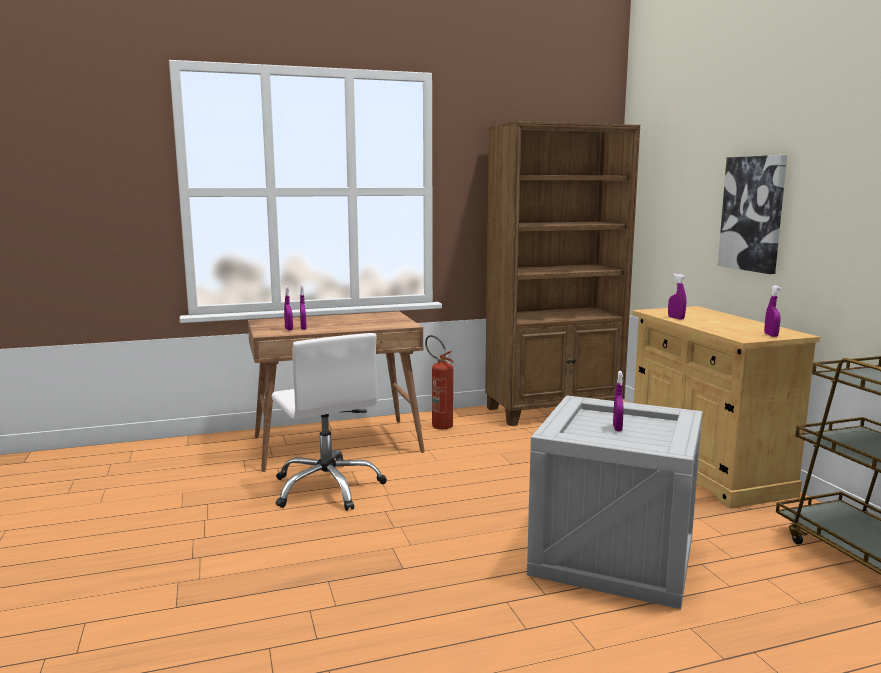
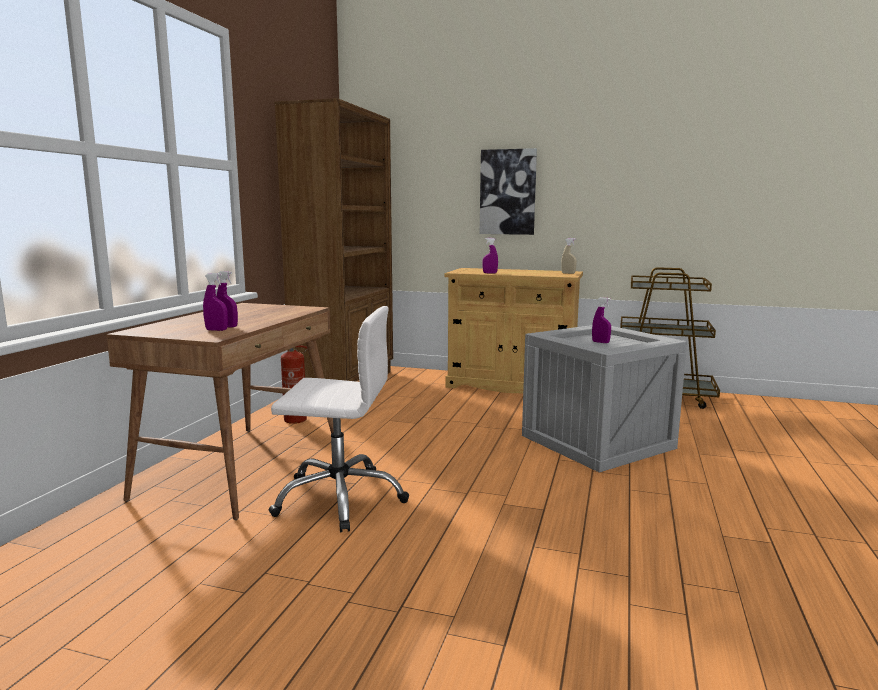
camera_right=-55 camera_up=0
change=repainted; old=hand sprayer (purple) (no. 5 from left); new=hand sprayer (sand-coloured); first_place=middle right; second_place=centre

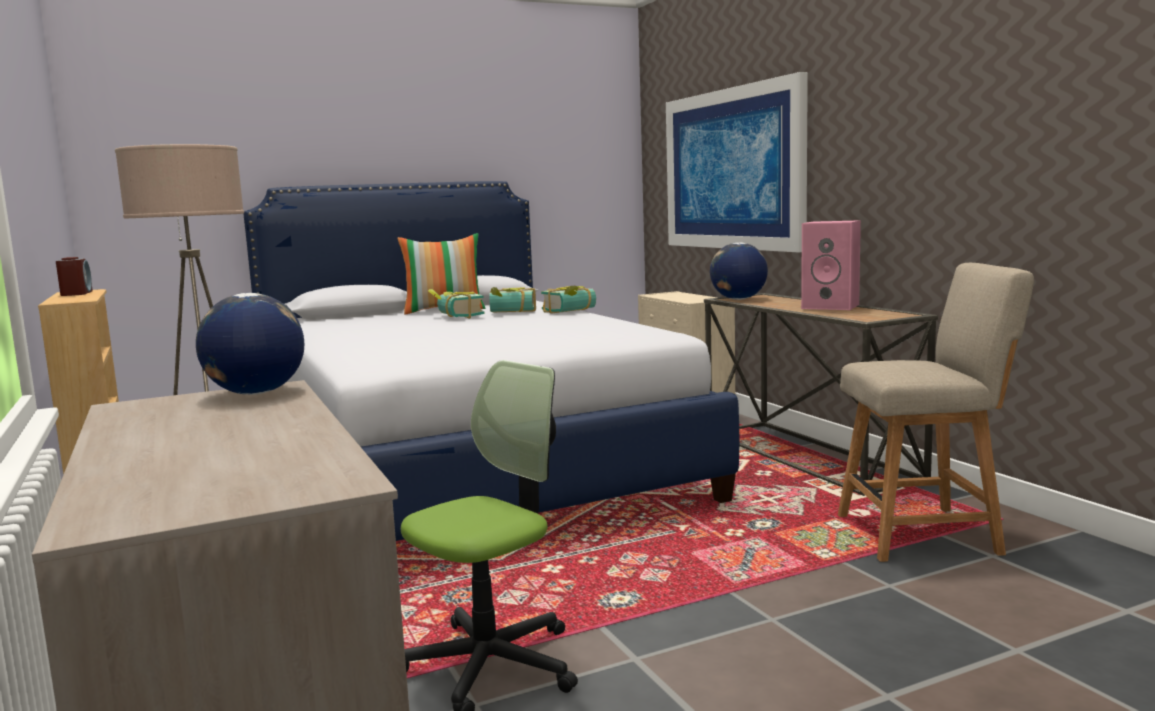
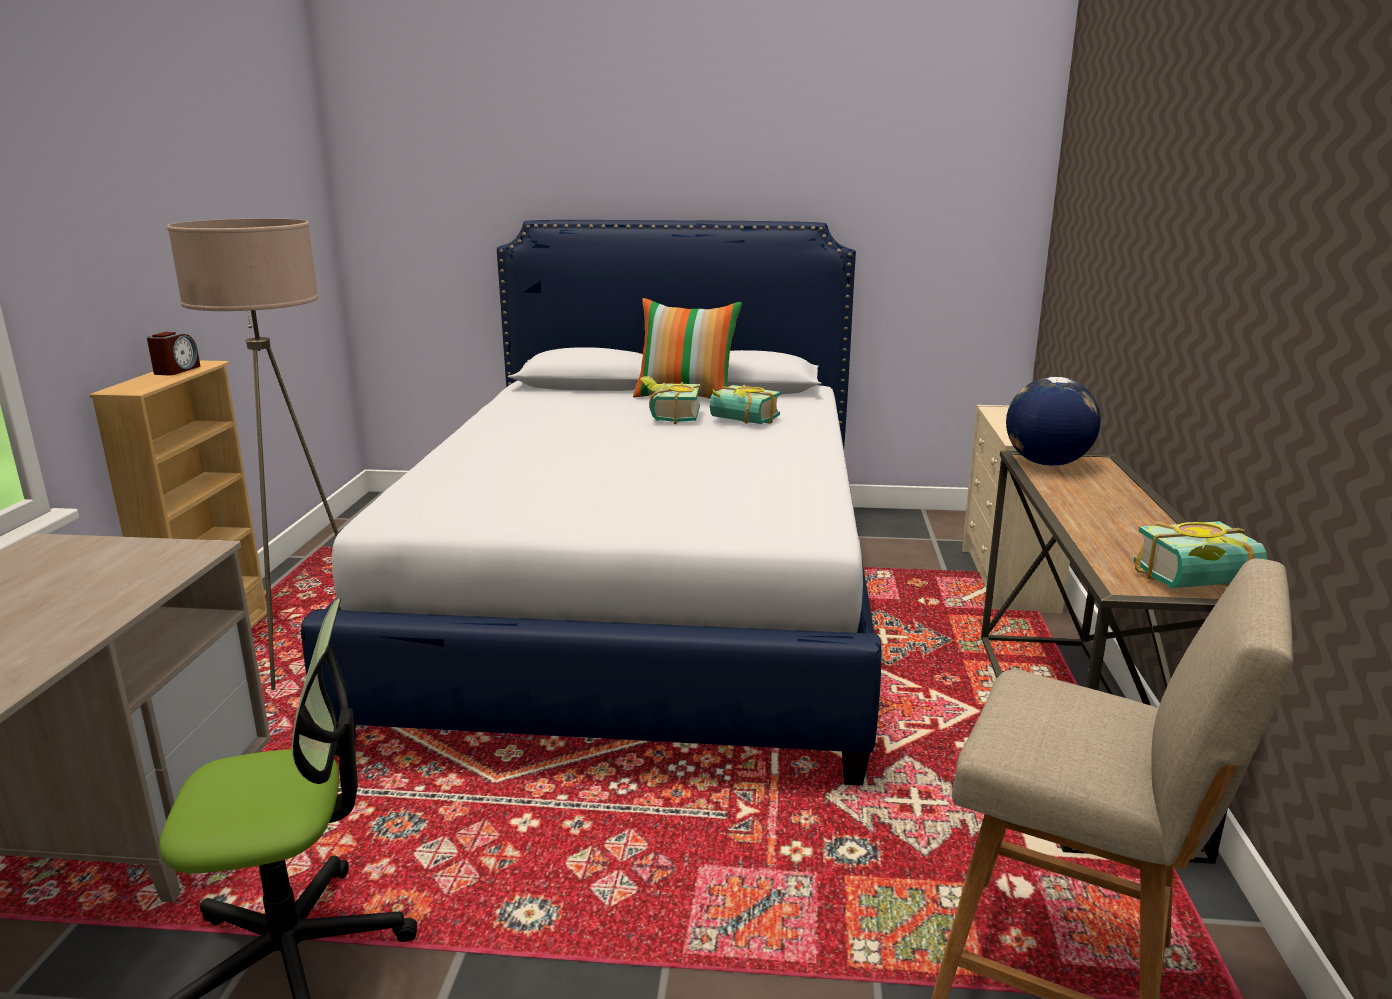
camera_right=30 camera_up=10
change=gone; old=globe (no. 1 from left); first_place=middle left
change=shifted; old=bound book (no. 3 from left); first_place=centre; second_place=middle right
change=gone; old=wall art; first_place=top centre
change=gone; old=loudspeaker (pinkish); first_place=middle right

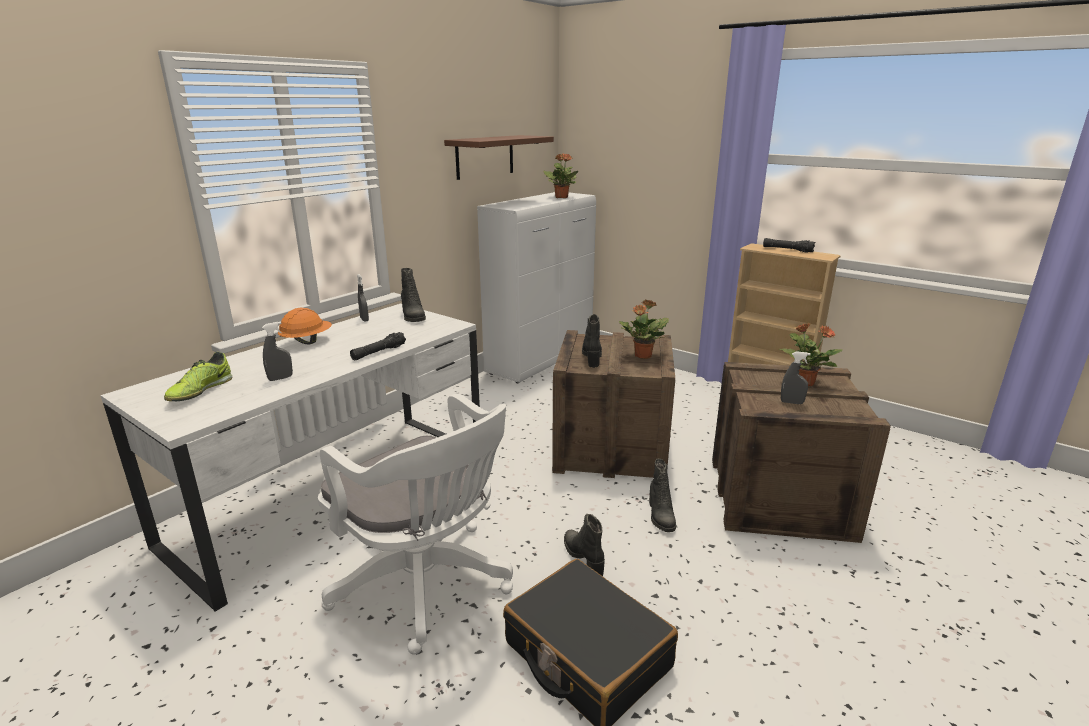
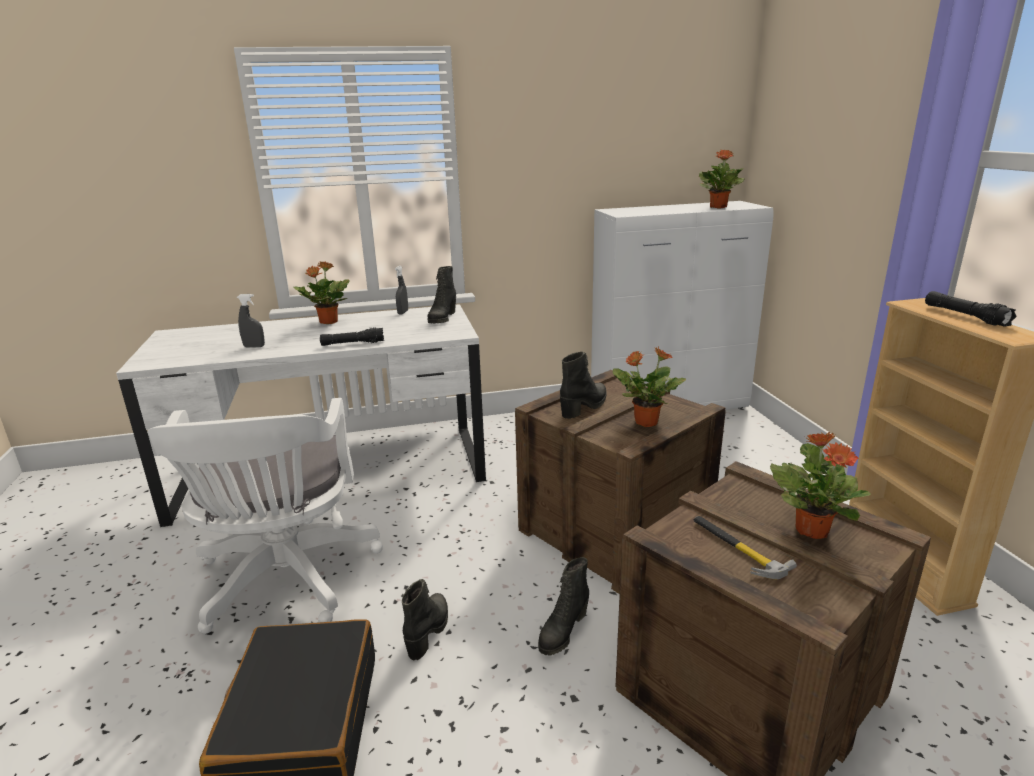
camera_right=40 camera_up=0
change=gone; old=shoe; first_place=middle left
change=swapped; old=safety helmet (orange-coloured); new=houseplant (no. 1 from left); first_place=middle left; second_place=middle left
change=gone; old=bracket shelf (brown); first_place=top centre
change=swapped; old=hand sprayer (gray) (no. 3 from left); new=tool hammer; first_place=middle right; second_place=bottom right

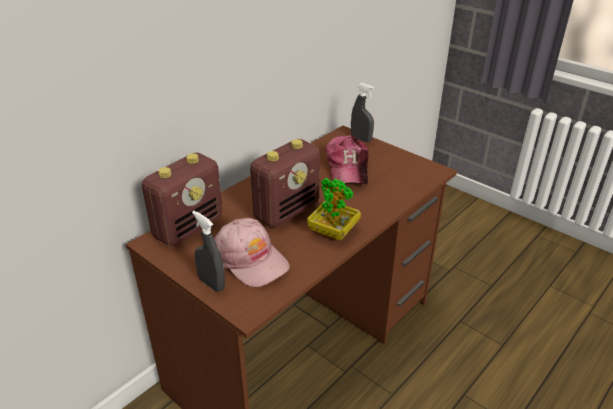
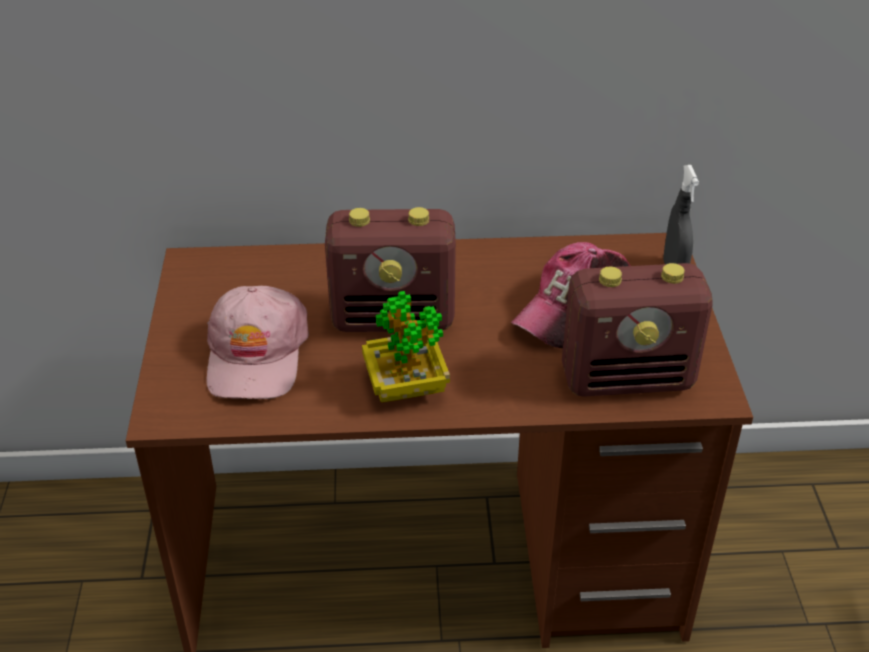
camera_right=45 camera_up=5
change=shifted; old=radio (no. 1 from left in the first image); new=radio (no. 2 from left); first_place=middle left; second_place=middle right
change=gone; old=hand sprayer (gray) (no. 1 from left); first_place=centre

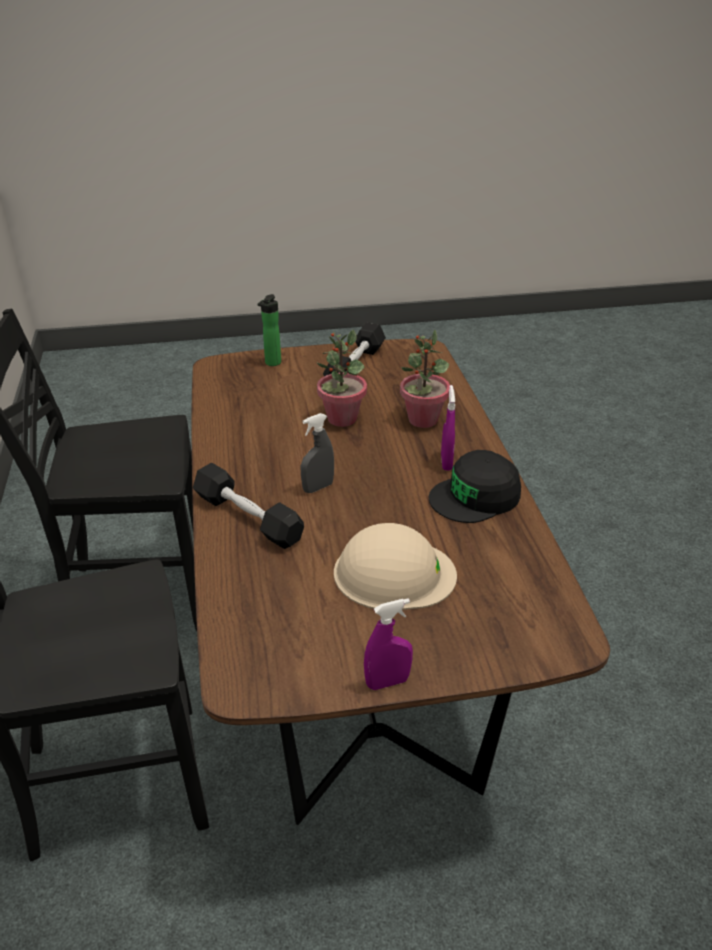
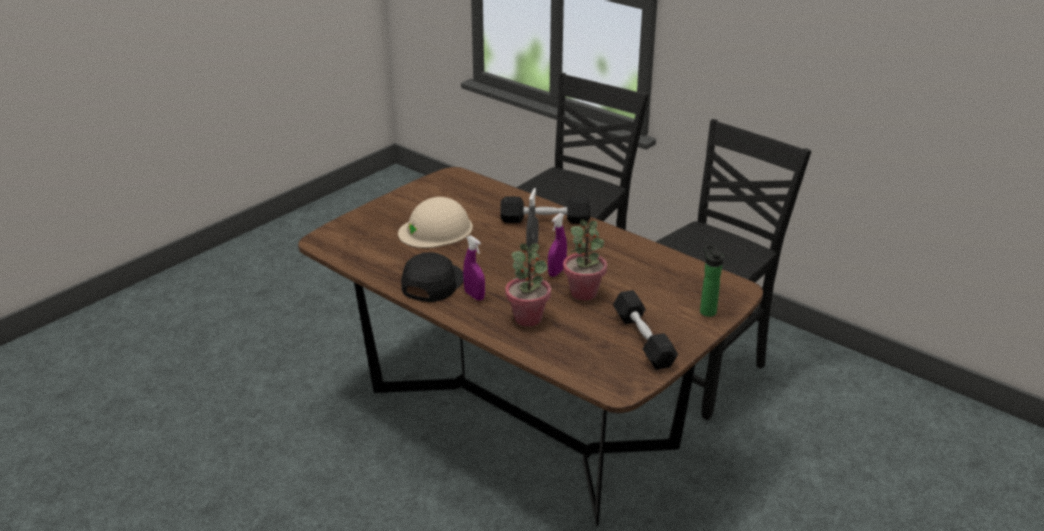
camera_right=140 camera_up=-5
change=shifted; old=hand sprayer (purple) (no. 1 from left in the first image); new=hand sprayer (purple) (no. 2 from left); first_place=bottom centre; second_place=centre

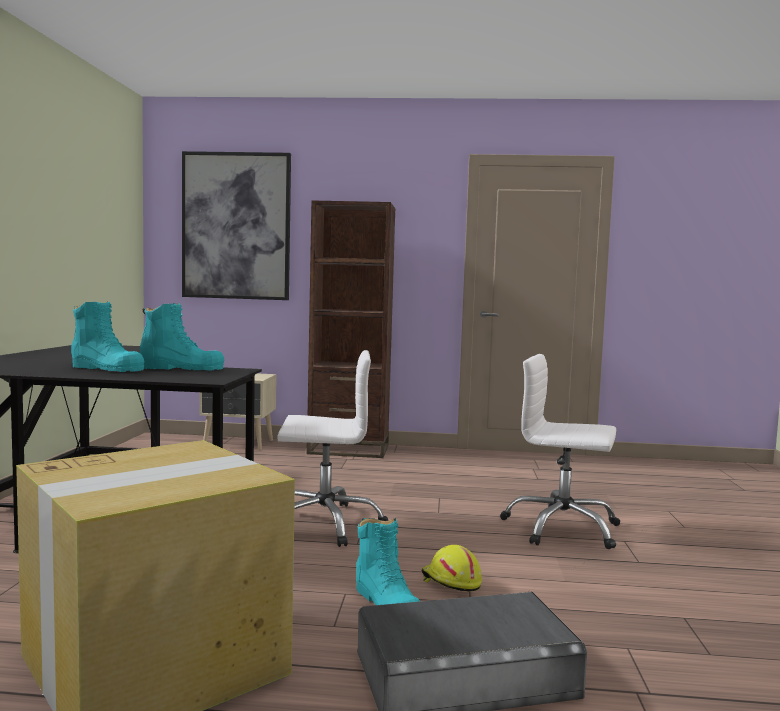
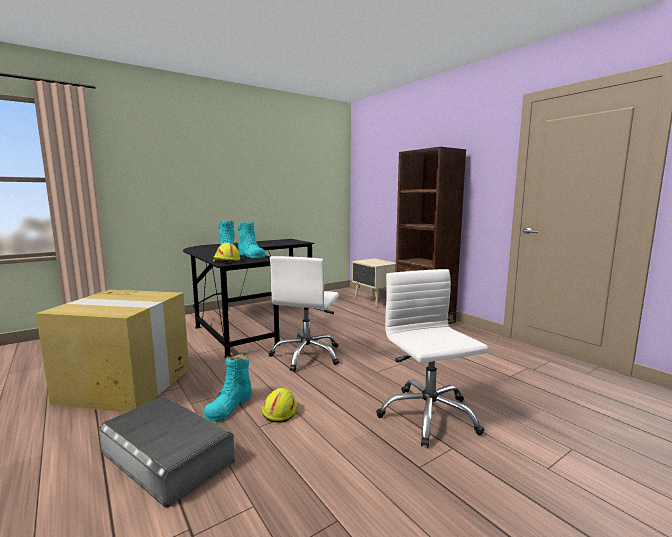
camera_right=50 camera_up=5
change=gone; old=wall art; first_place=top left
change=rotated; old=computer chair (white-coloured) (no. 1 from left); first_place=centre; second_place=centre; degrees=60
change=new; new=safety helmet (yellowish) (no. 1 from left); second_place=centre

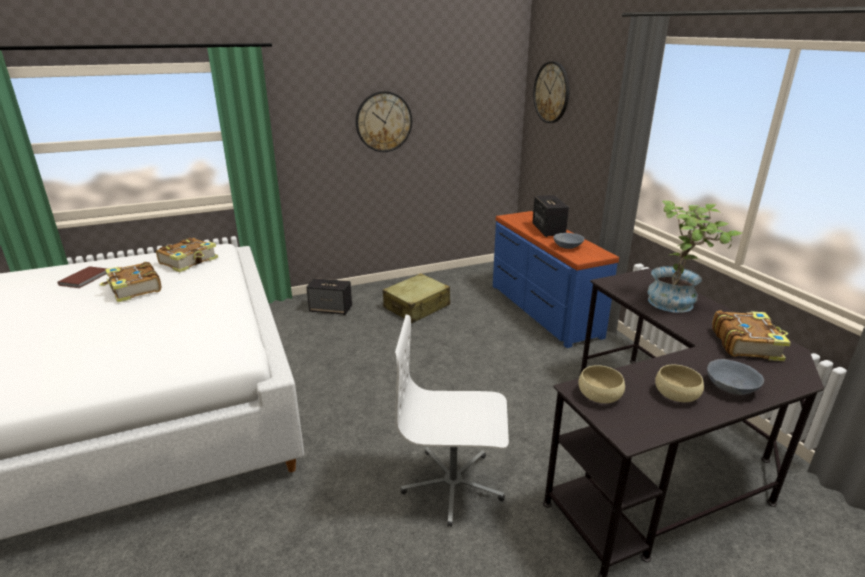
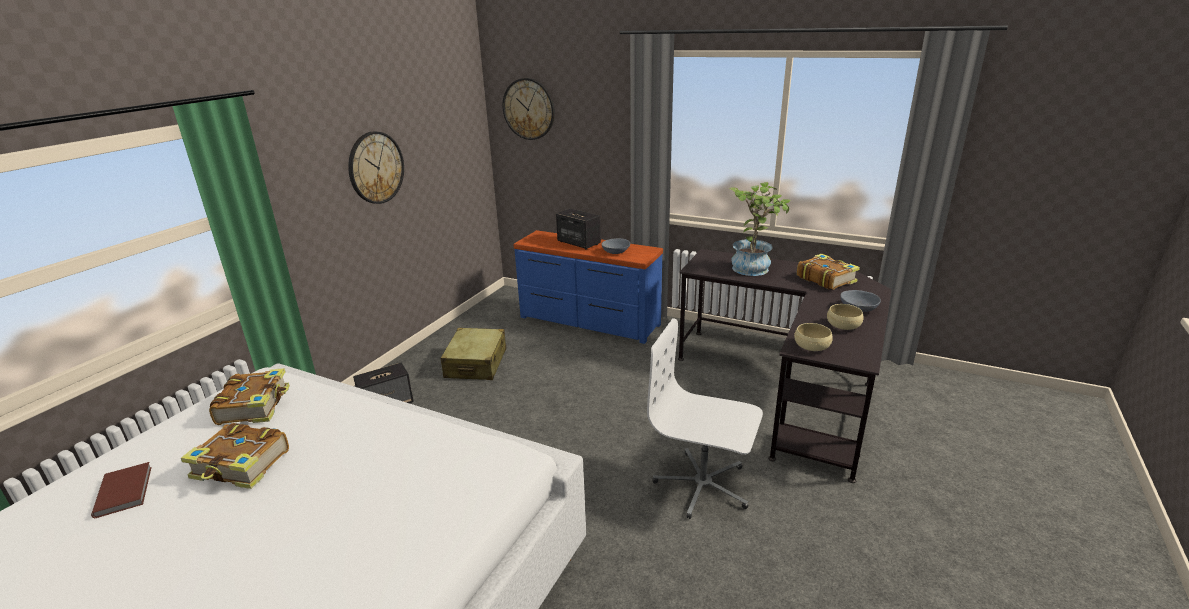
camera_right=-40 camera_up=0
change=rotated; old=computer chair (white-coloured); first_place=bottom centre; second_place=bottom centre; degrees=60

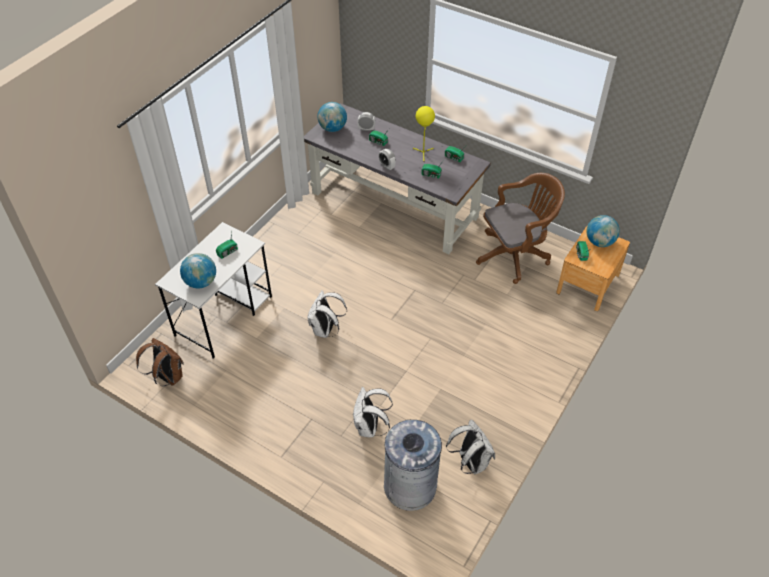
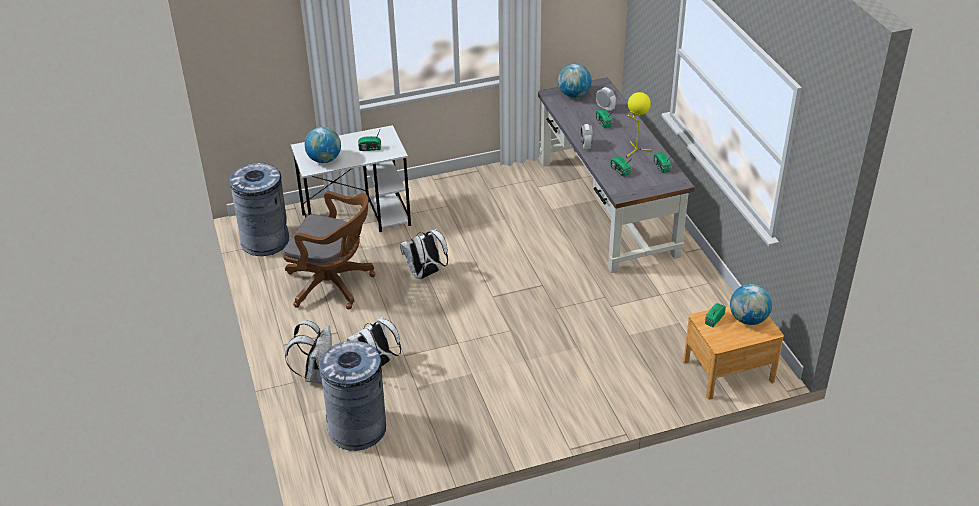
camera_right=40 camera_up=-10
change=swapped; old=knapsack (brown); new=rubbish bin (gray) (no. 1 from left); first_place=middle left; second_place=middle left
change=shifted; old=knapsack (white-coloured) (no. 3 from left in the first image); new=knapsack (white-coloured) (no. 1 from left); first_place=bottom centre; second_place=bottom left
change=shifted; old=computer chair (brown); first_place=middle right; second_place=centre

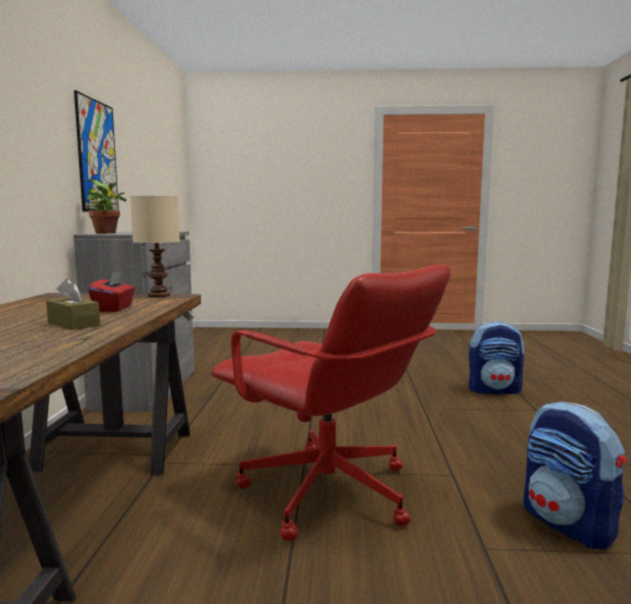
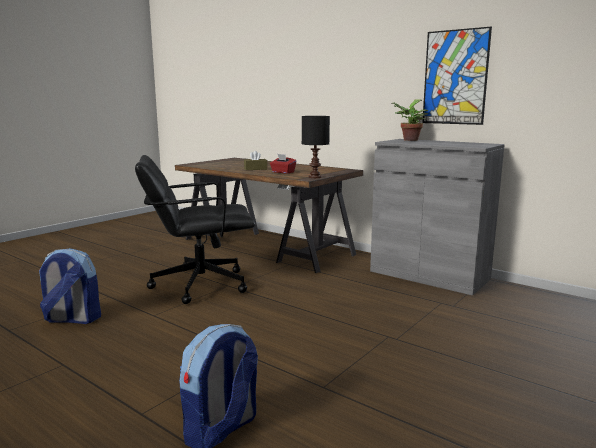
camera_right=125 camera_up=5
change=repainted; old=lamp for a table (sand-coloured); new=lamp for a table (black); first_place=middle left; second_place=top centre
change=repainted; old=computer chair (red); new=computer chair (black); first_place=centre; second_place=middle left

